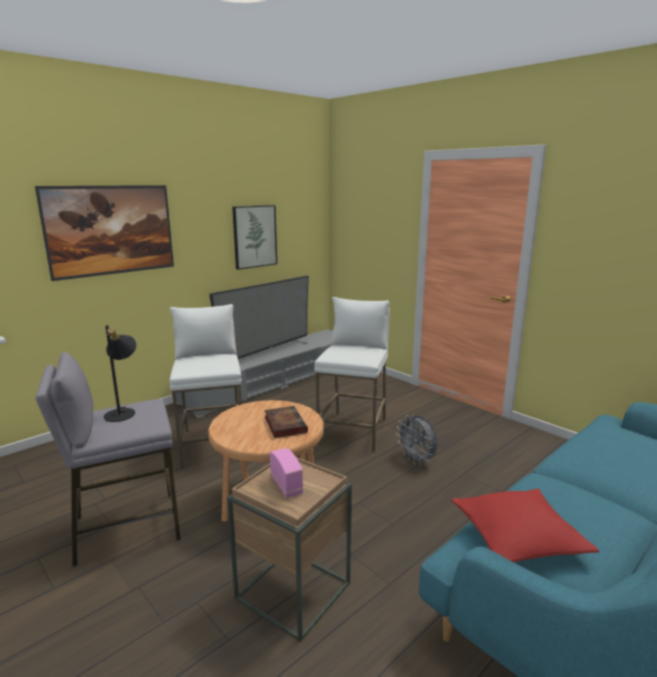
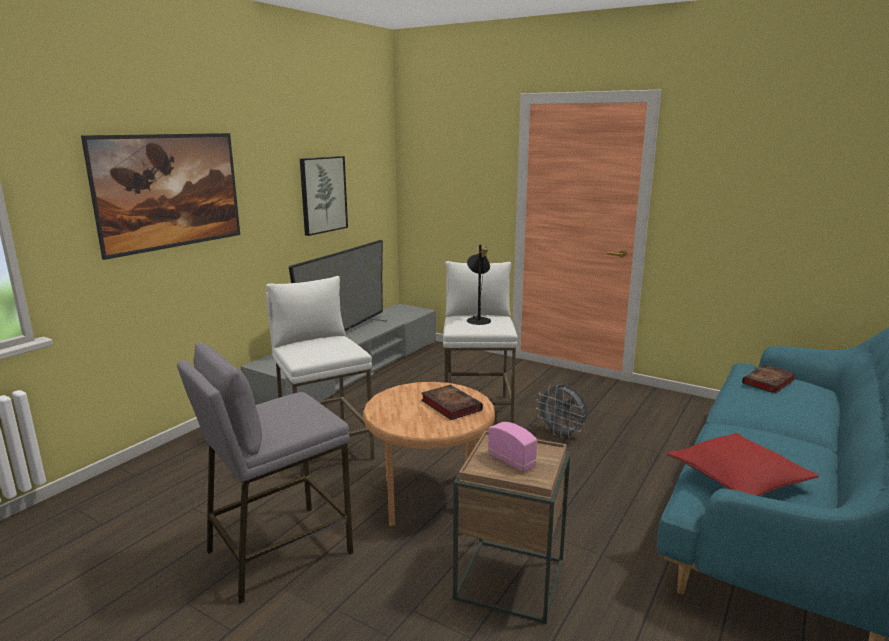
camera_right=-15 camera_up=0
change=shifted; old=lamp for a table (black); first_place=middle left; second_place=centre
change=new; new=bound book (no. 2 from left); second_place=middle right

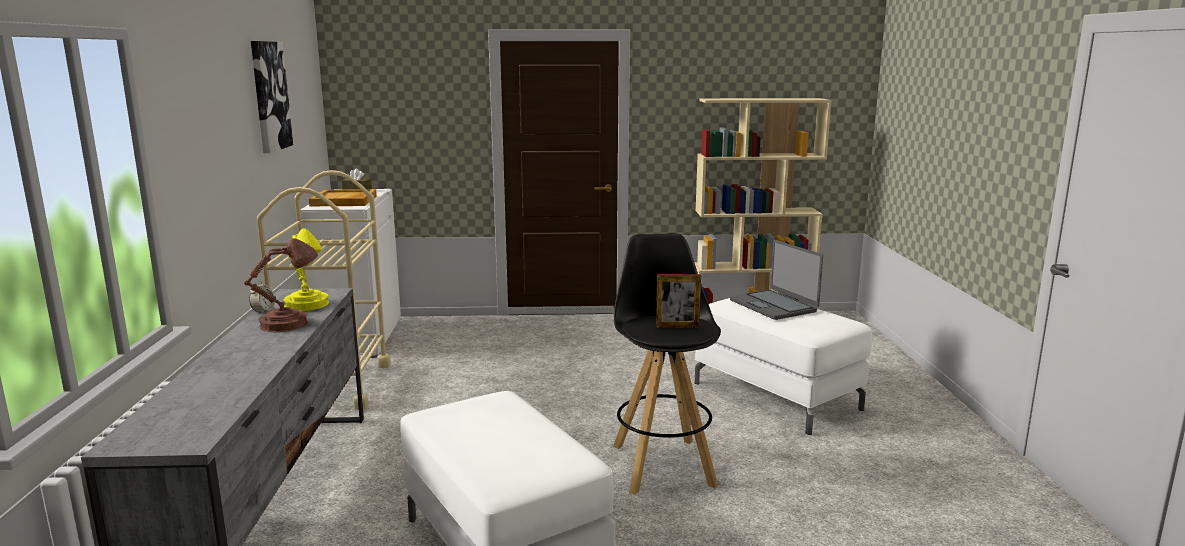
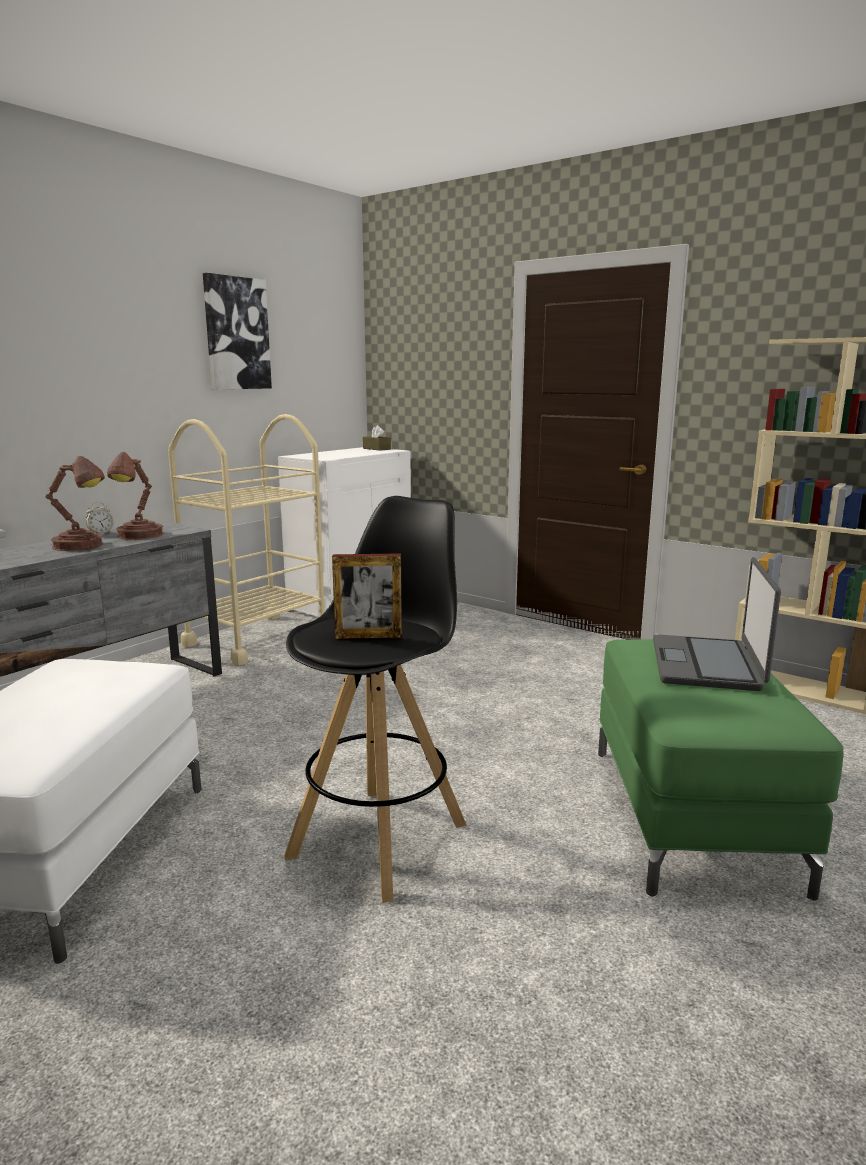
camera_right=40 camera_up=0
change=repainted; old=lamp for a table (yellowish); new=lamp for a table (brown) (no. 2 from left); first_place=middle left; second_place=middle left
change=gone; old=serving tray (sand-coloured); first_place=middle left
change=rotated; old=photo frame; first_place=centre; second_place=centre; degrees=-45
change=repainted; old=ottoman (white-coloured) (no. 2 from left); new=ottoman (greenish); first_place=bottom centre; second_place=middle right

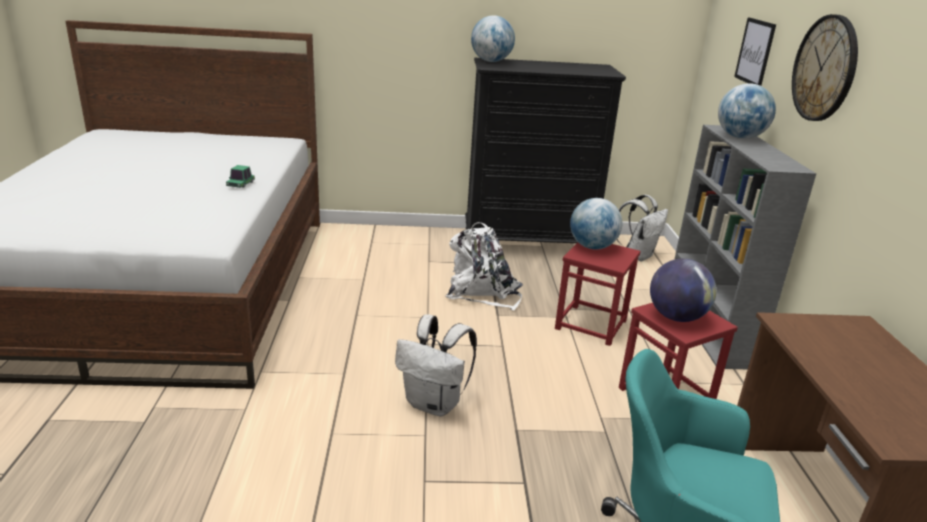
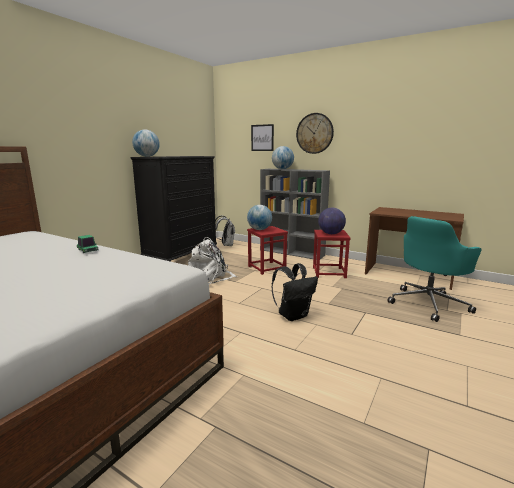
camera_right=-55 camera_up=-10
change=repainted; old=knapsack (white-coloured) (no. 1 from left); new=knapsack (black); first_place=bottom centre; second_place=centre

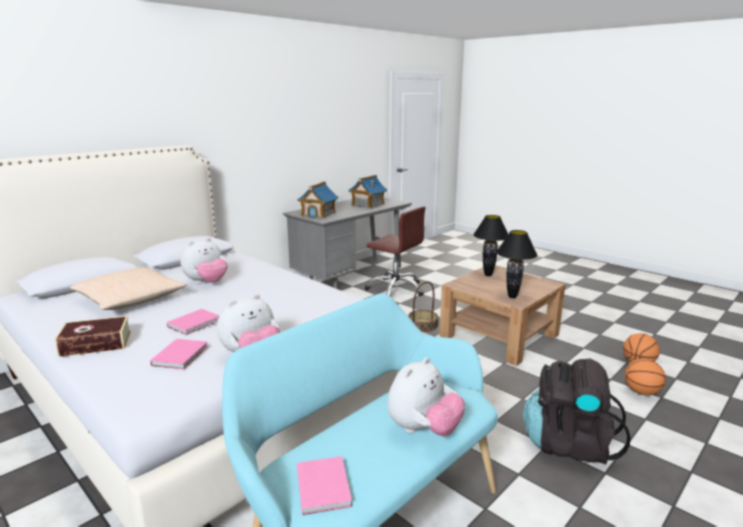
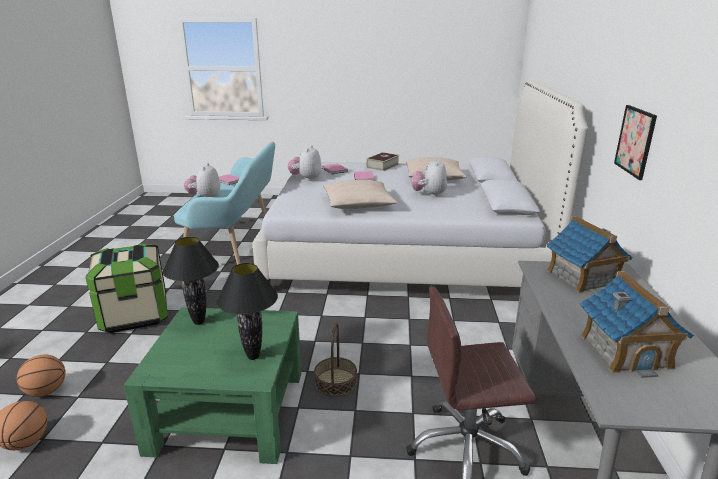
camera_right=140 camera_up=5
change=repainted; old=low table (brown); new=low table (greenish); first_place=middle right; second_place=bottom left
change=swapped; old=knapsack (black); new=storage bin; first_place=bottom right; second_place=middle left
change=new; new=throw pillow (sand-coloured) (no. 1 from left); second_place=centre
change=new; new=wall art; second_place=top right

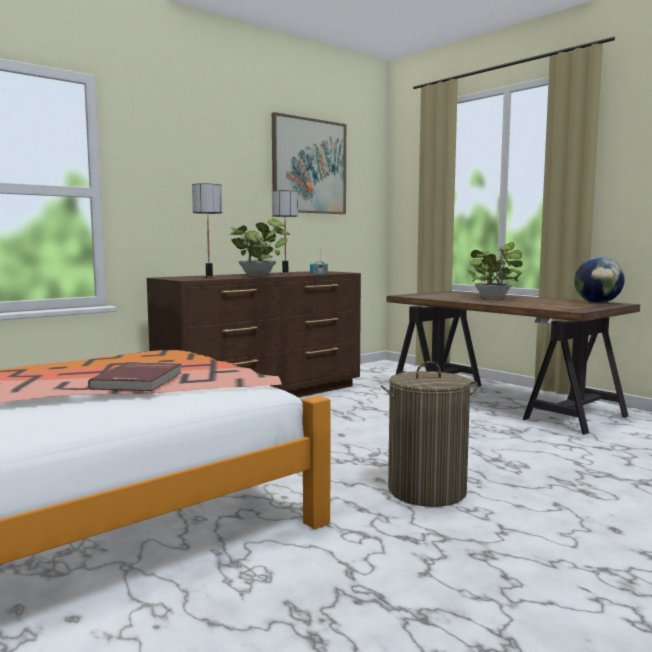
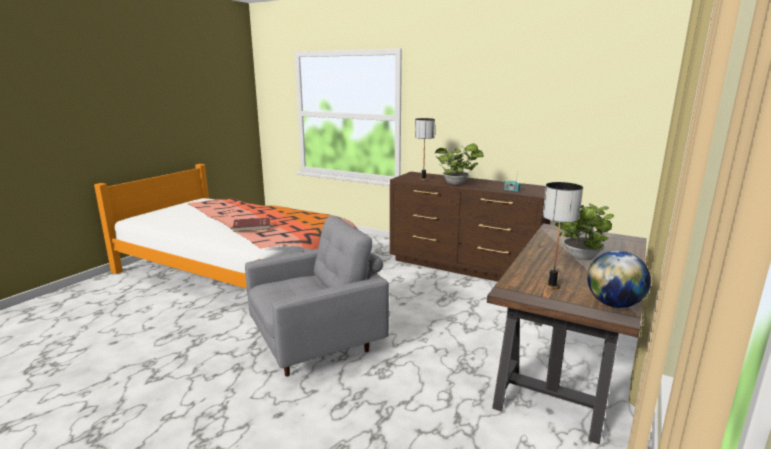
camera_right=70 camera_up=10
change=gone; old=wall art; first_place=top centre
change=shifted; old=lamp for a table (no. 2 from left); first_place=centre; second_place=middle right
change=swapped; old=hamper; new=armchair (gray); first_place=centre; second_place=centre

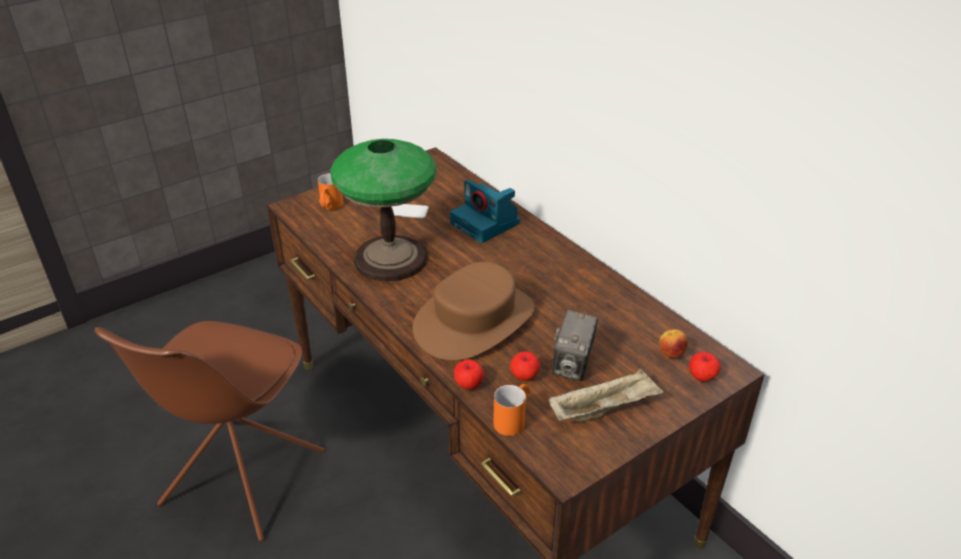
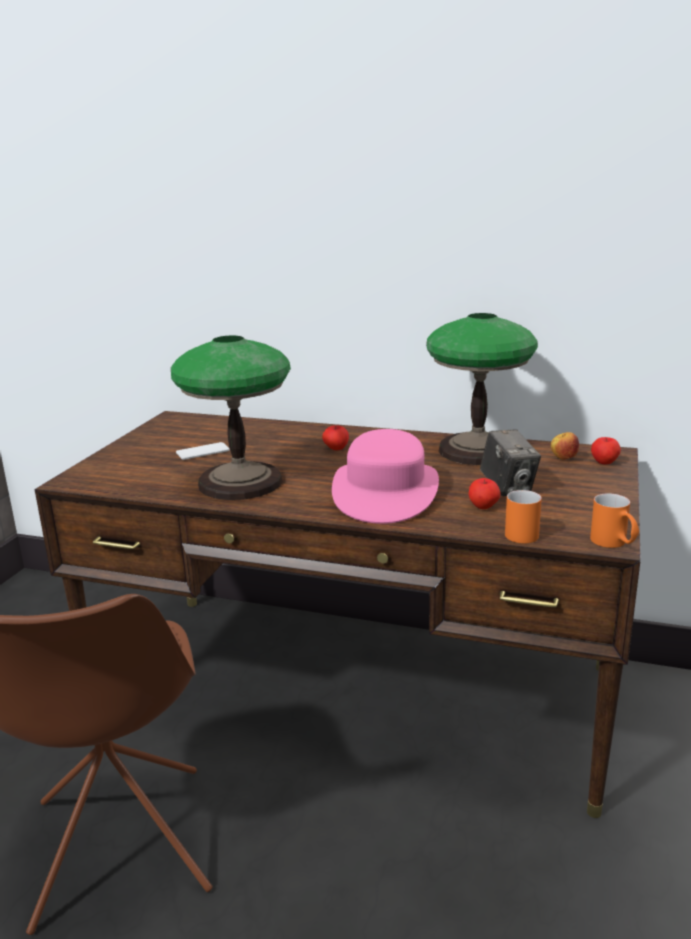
camera_right=-35 camera_up=-15
change=shifted; old=mug (orange-coloured) (no. 1 from left in the first image); new=mug (orange-coloured) (no. 2 from left); first_place=centre; second_place=middle right
change=repainted; old=hat (brown); new=hat (pinkish); first_place=centre; second_place=centre
change=gone; old=still camera (no. 1 from left); first_place=centre
change=shifted; old=apple fruit (no. 1 from left); first_place=bottom centre; second_place=centre
change=gone; old=serving tray (sand-coloured); first_place=bottom centre
change=new; new=lamp for a table (no. 2 from left); second_place=middle right

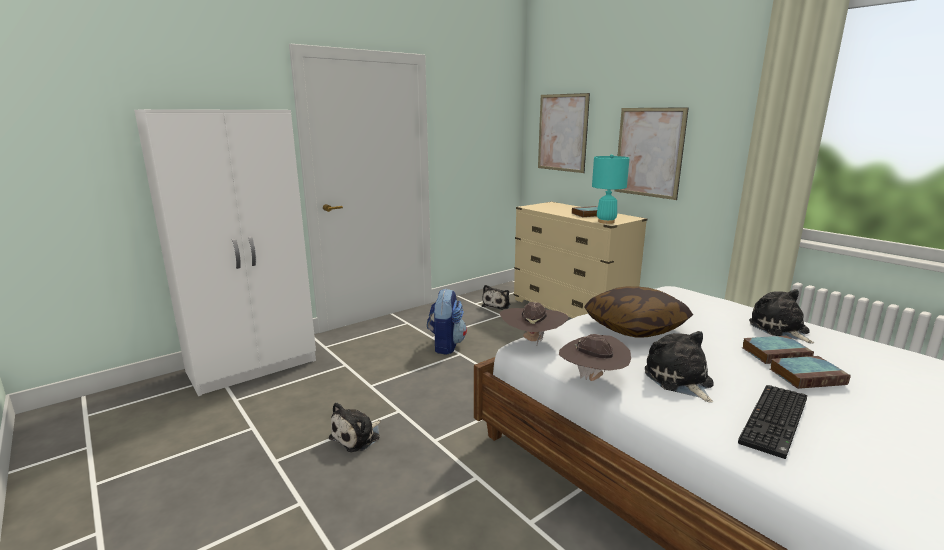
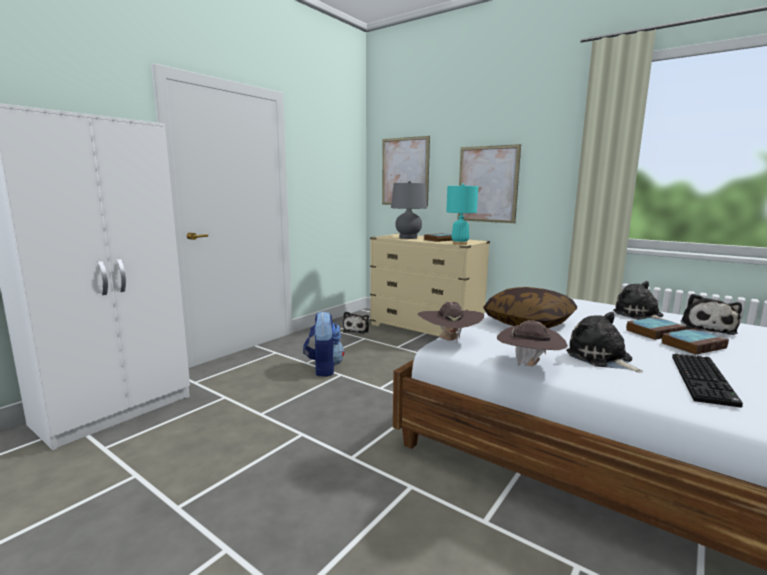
camera_right=-15 camera_up=-5
change=shifted; old=soft toy (no. 1 from left in the first image); new=soft toy (no. 4 from left); first_place=bottom centre; second_place=middle right
change=new; new=lamp for a table (gray); second_place=centre

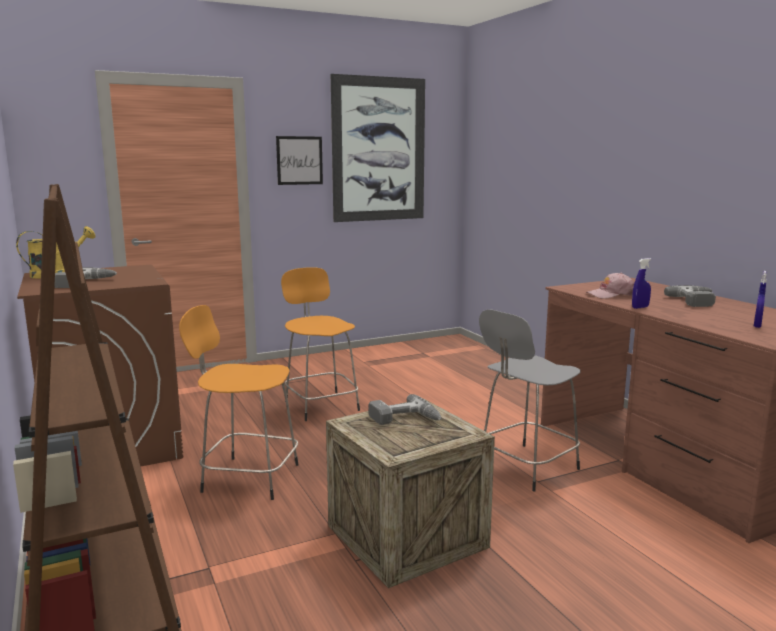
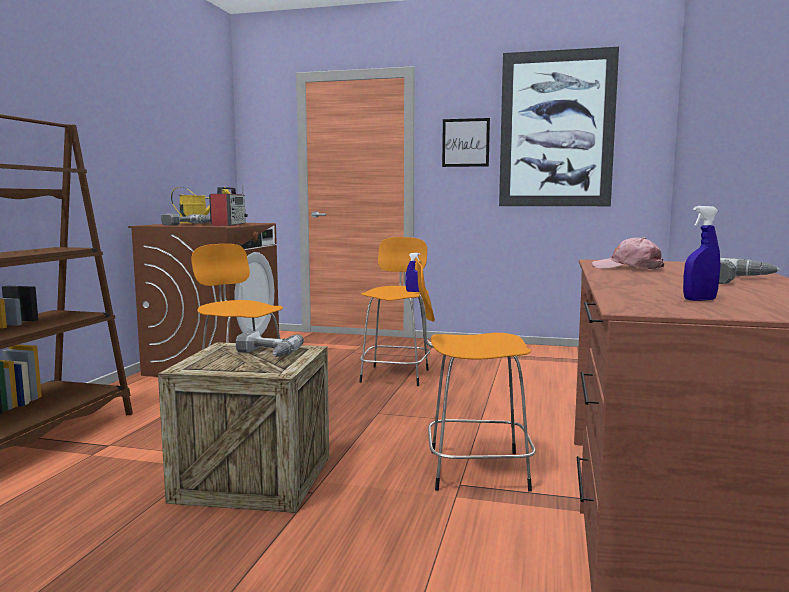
camera_right=40 camera_up=-5
change=repainted; old=stool (gray); new=stool (orange-coloured) (no. 3 from left); first_place=middle right; second_place=centre
change=shifted; old=hand sprayer (blue) (no. 1 from left); first_place=middle right; second_place=centre
change=new; new=radio; second_place=middle left

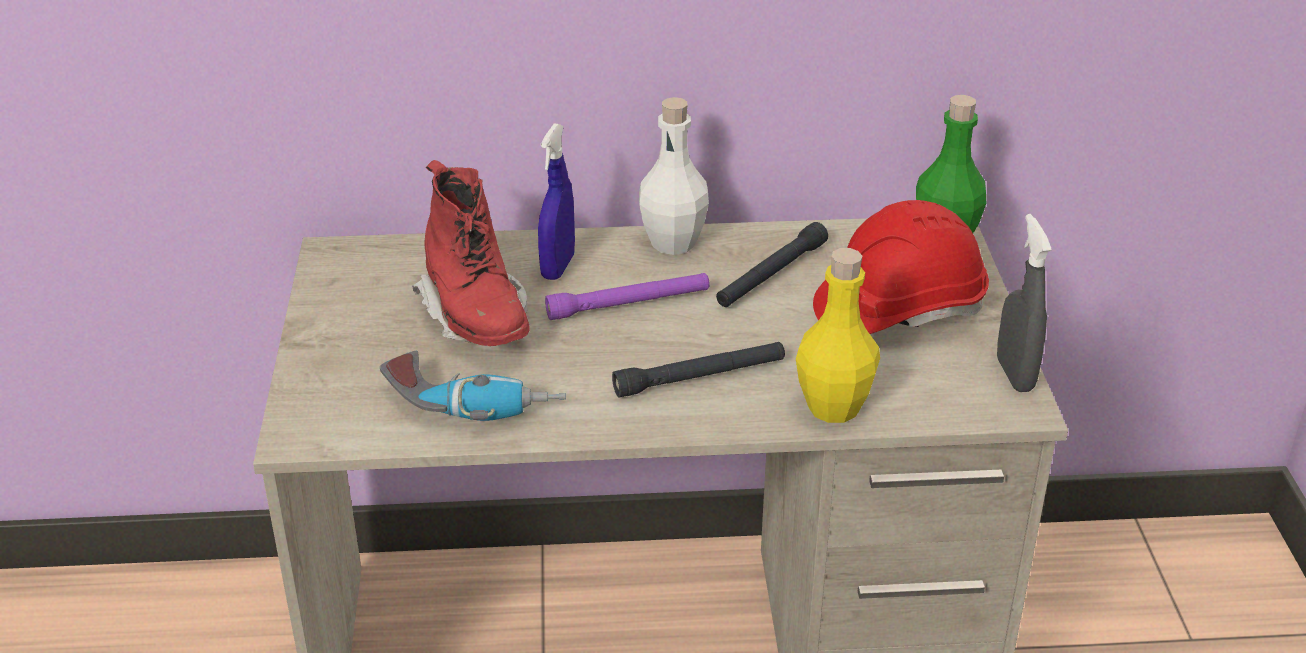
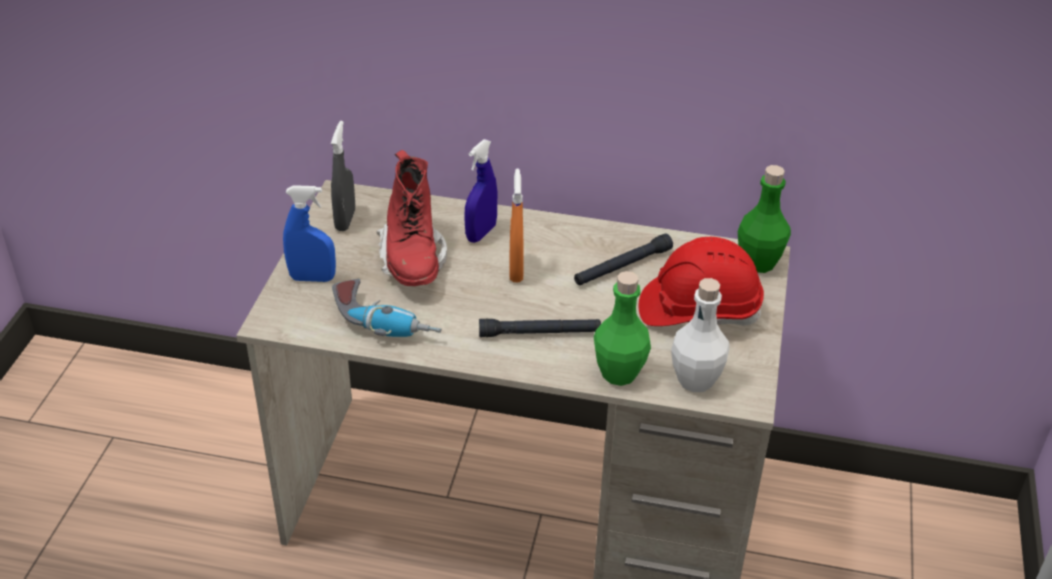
camera_right=15 camera_up=5
change=swapped; old=torch (purple); new=hand sprayer (orange-coloured); first_place=centre; second_place=centre
change=shifted; old=drink bottle (white-coloured); first_place=top centre; second_place=centre
change=repainted; old=drink bottle (yellowish); new=drink bottle (greenish) (no. 1 from left); first_place=centre; second_place=centre
change=shifted; old=hand sprayer (gray); first_place=middle right; second_place=top left
change=new; new=hand sprayer (blue) (no. 1 from left); second_place=middle left

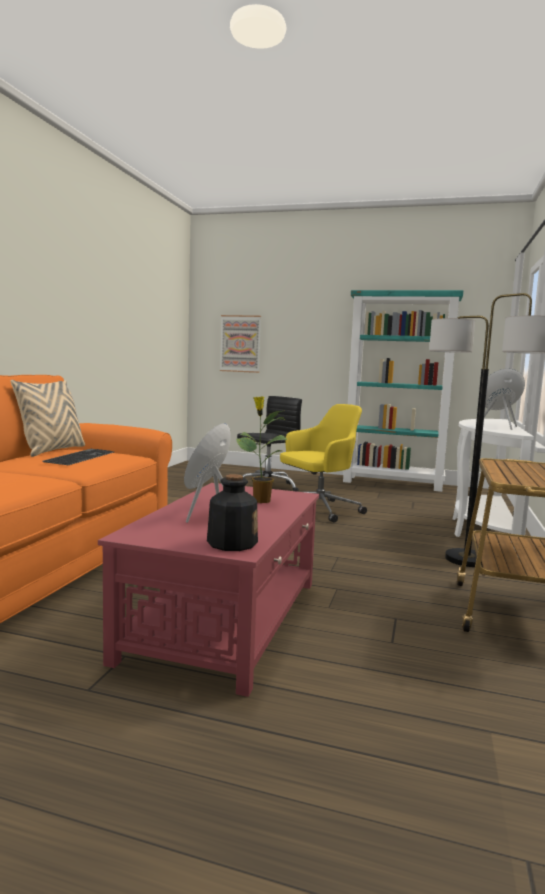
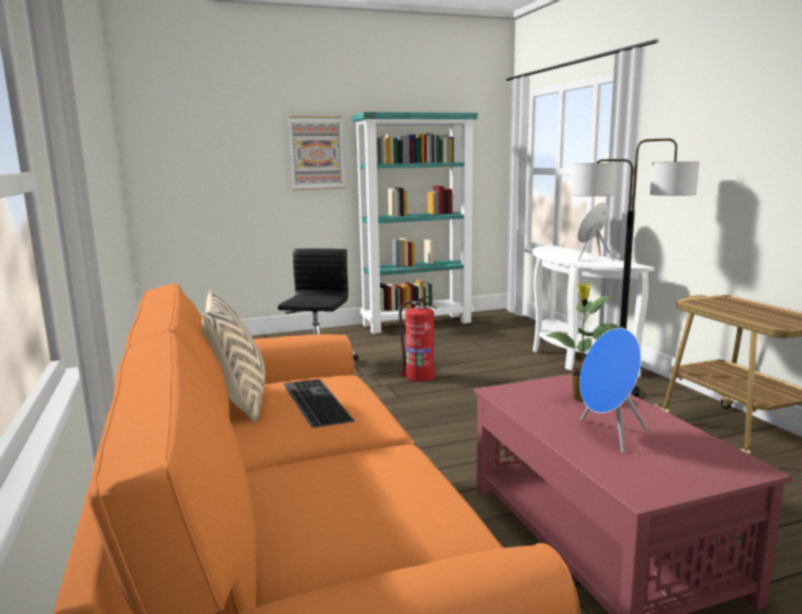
camera_right=-35 camera_up=5
change=gone; old=drink bottle; first_place=centre
change=shifted; old=wall art; first_place=centre; second_place=top centre
change=swapped; old=computer chair (yellowish); new=fire-fighting cylinder; first_place=centre; second_place=centre

